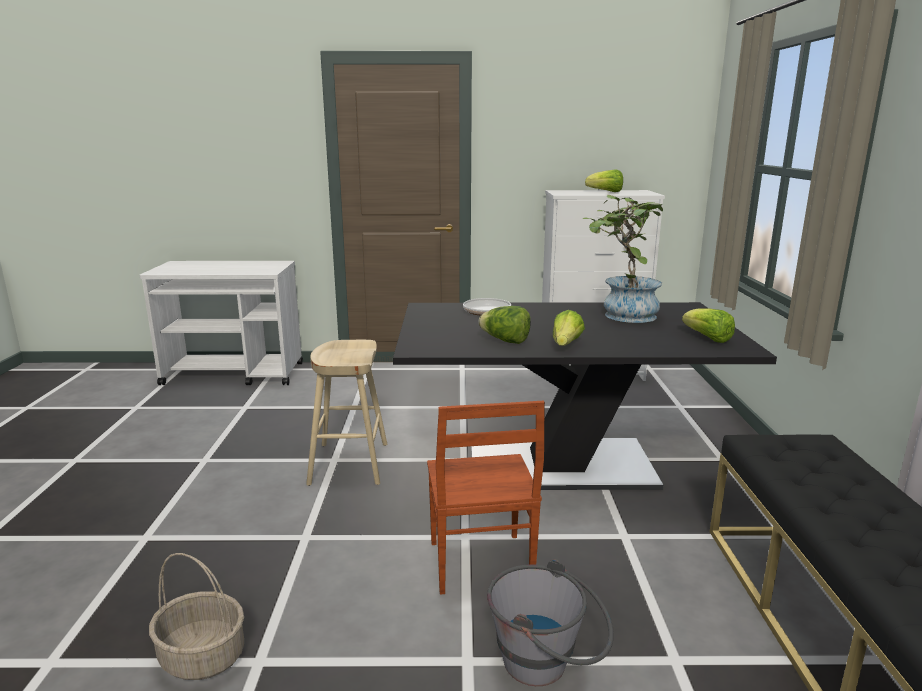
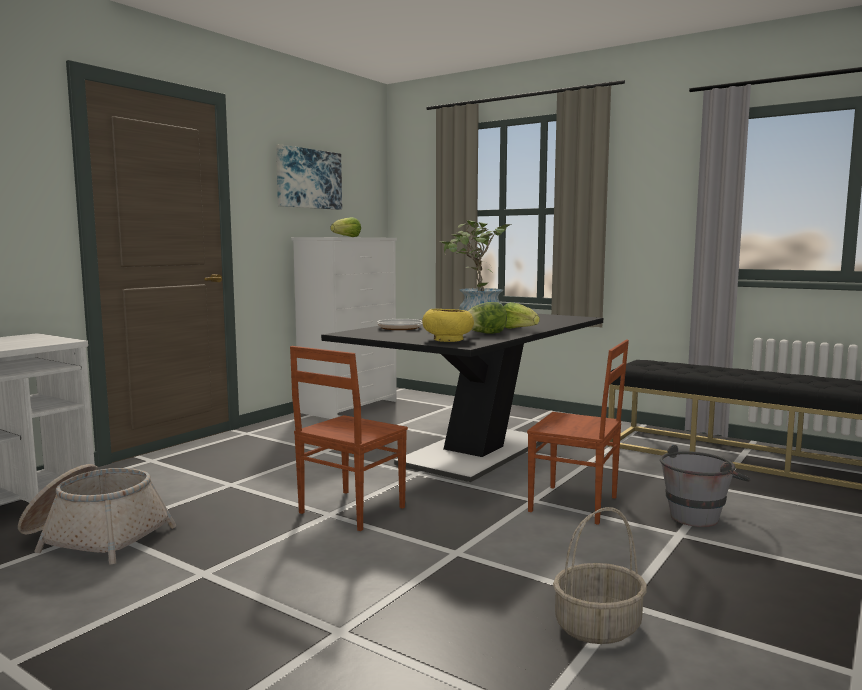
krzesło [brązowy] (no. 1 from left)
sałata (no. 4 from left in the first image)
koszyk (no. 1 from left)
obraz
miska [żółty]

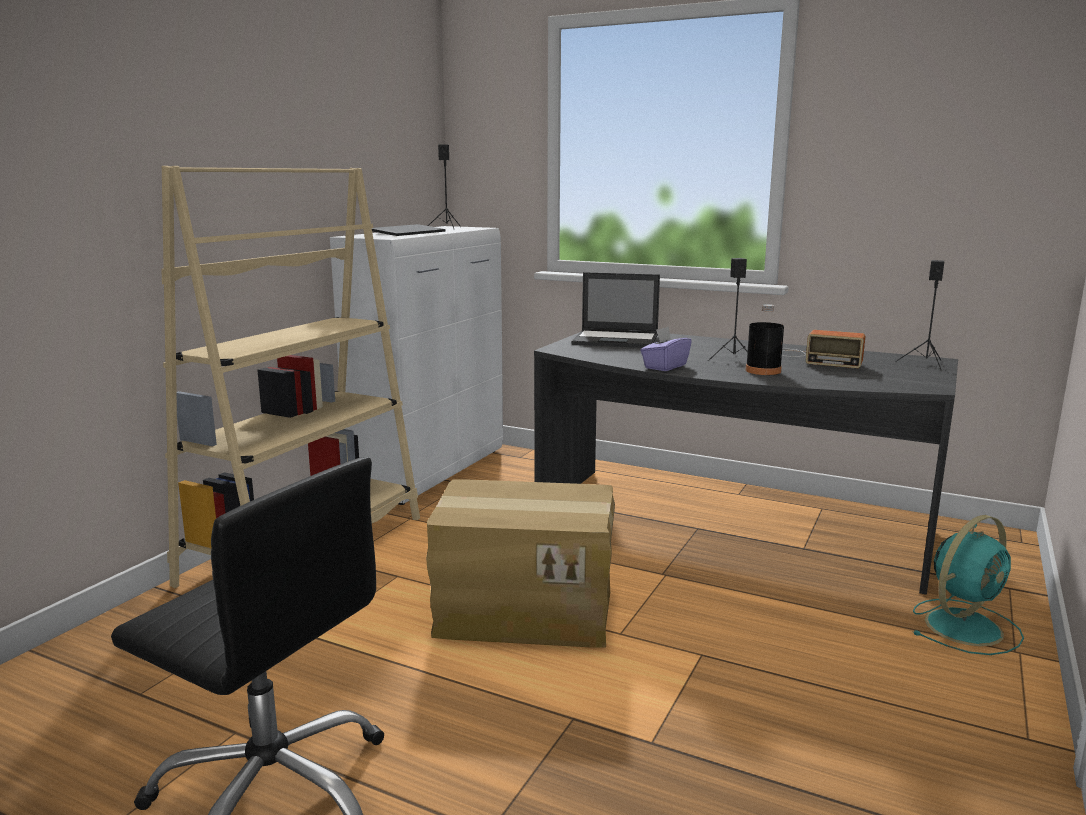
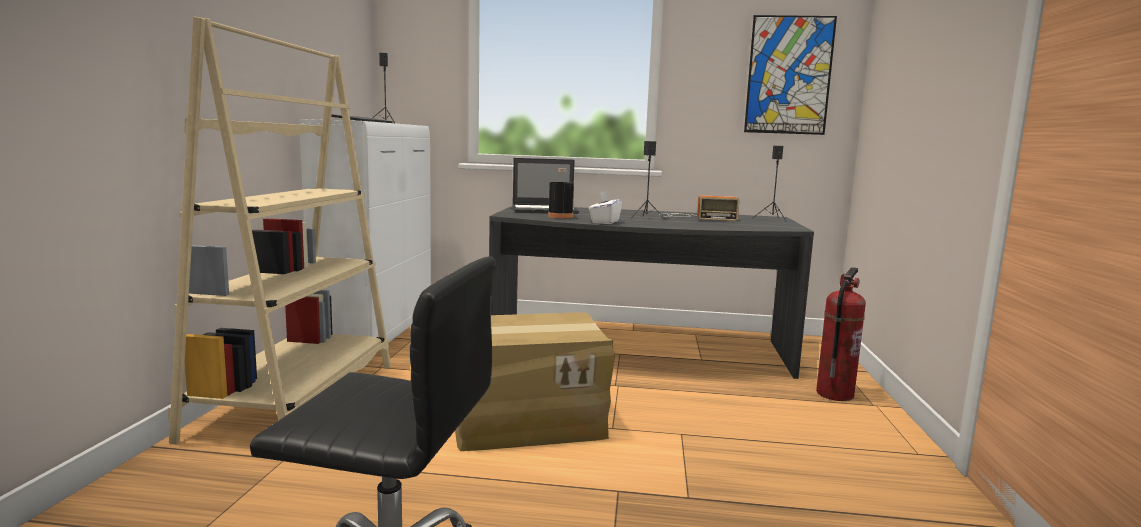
pudełko chusteczek [biały]
butelka [czarny]
gaśnica
obraz

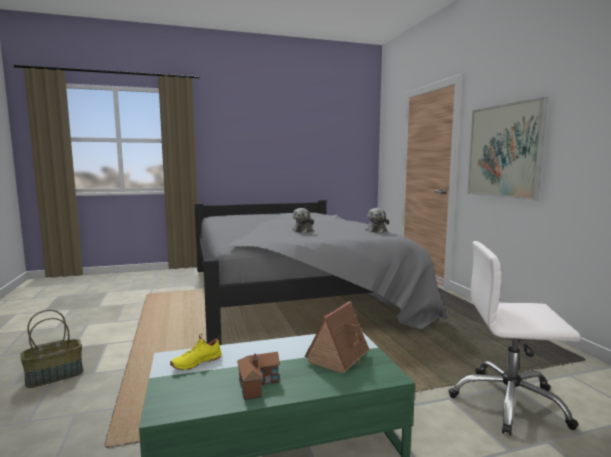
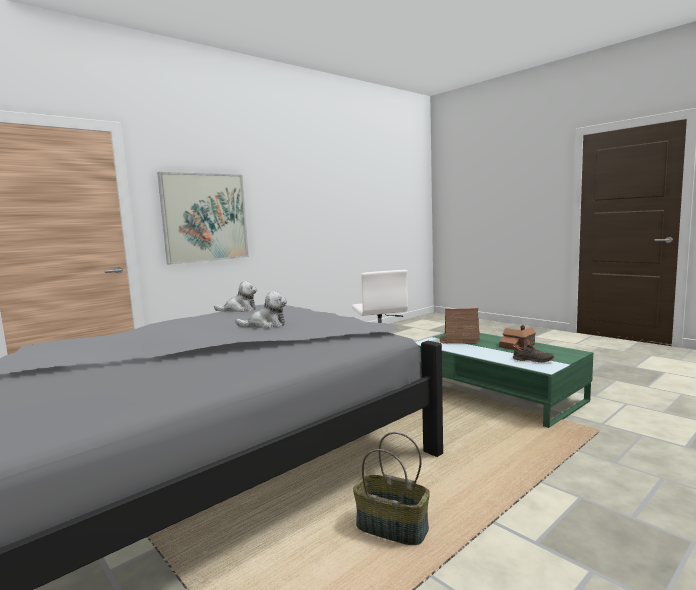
koszyk
but [czarny]

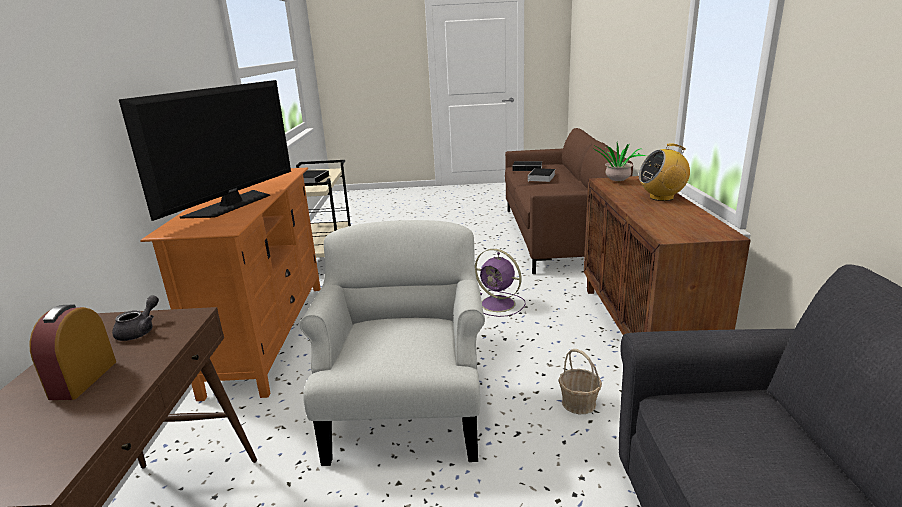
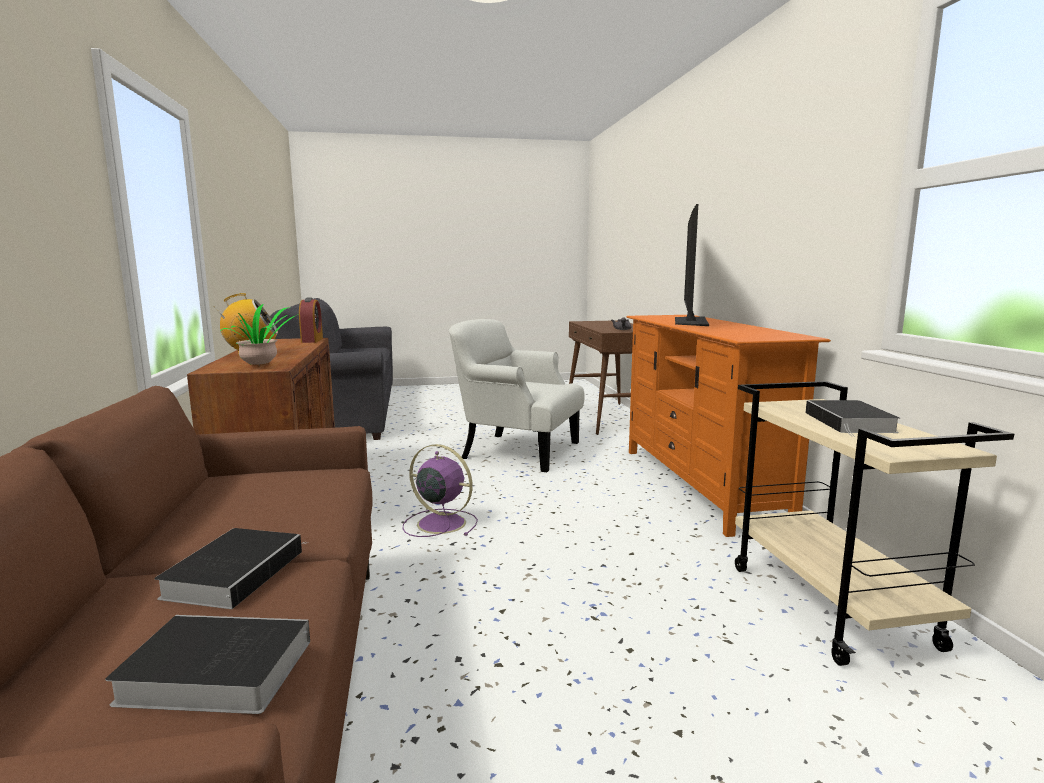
budzik
fotel [biały]
koszyk

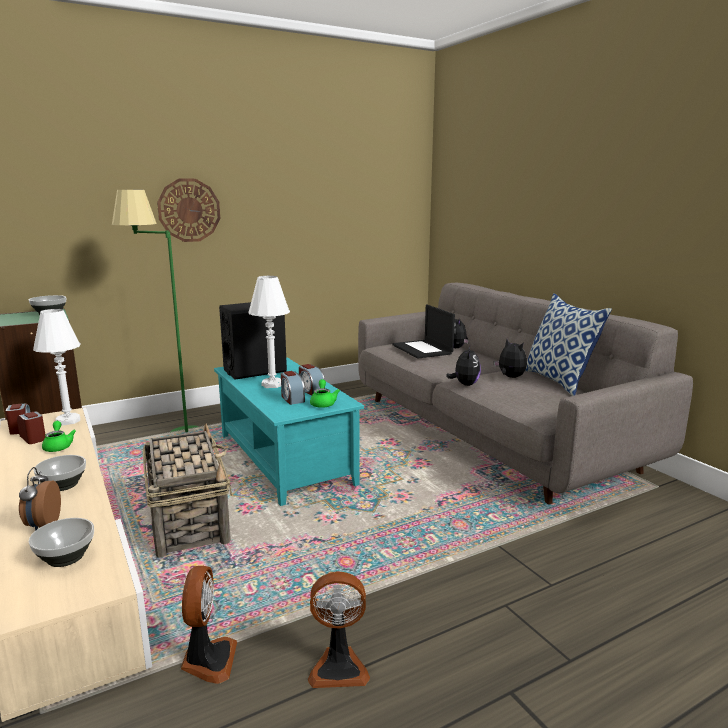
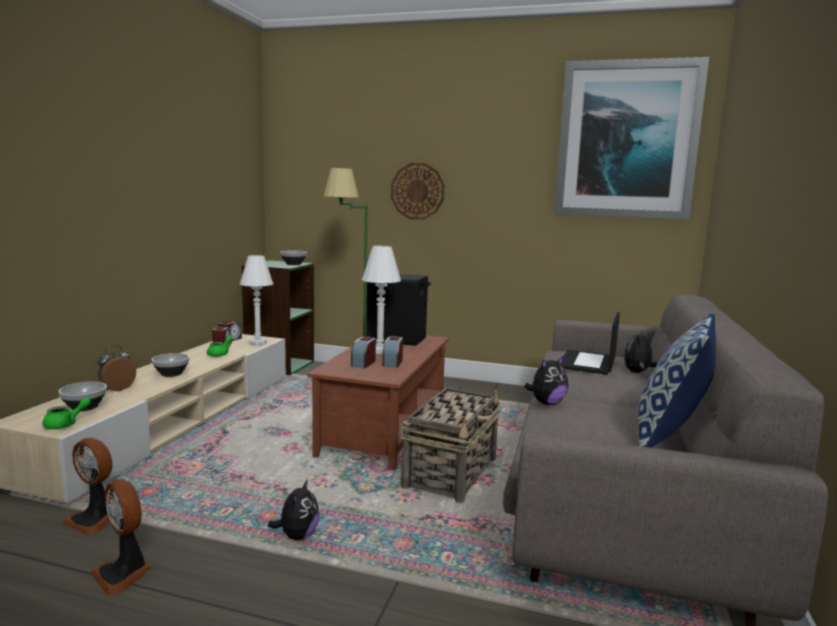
koszyk
wentylator (no. 1 from left)
ława [brązowy]
imbryk [zielony] (no. 1 from left)
pluszak (no. 1 from left)
obraz

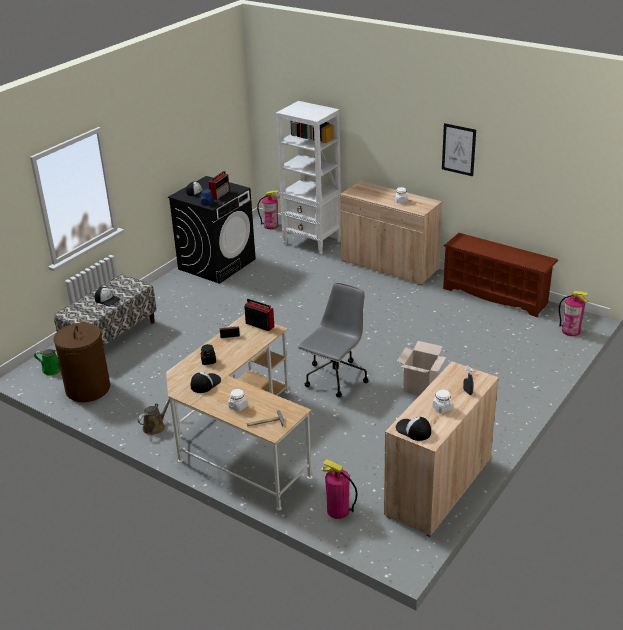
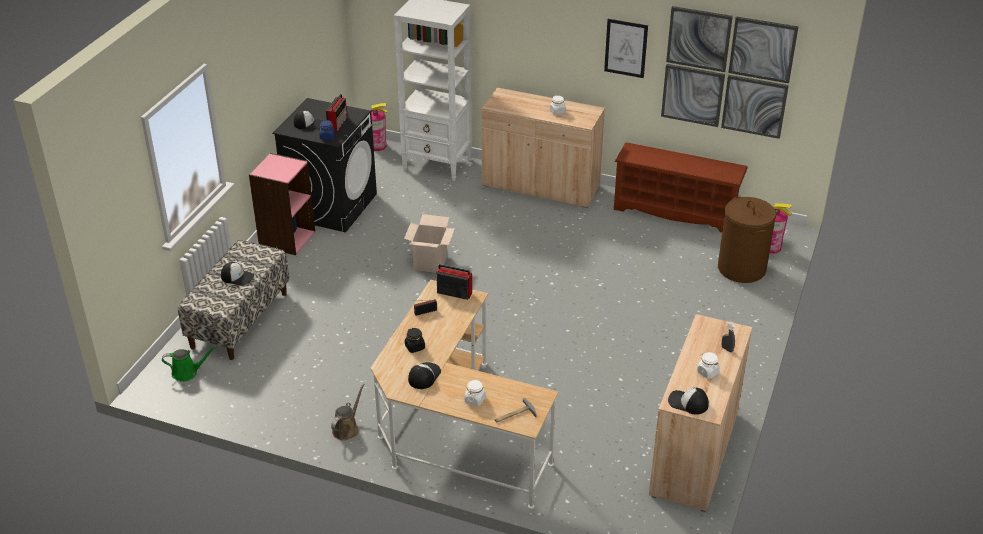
kosz na pranie [brązowy]
krzesło biurowe [szary]
gaśnica (no. 2 from left in the first image)
karton
regał [różowy]
obraz (no. 2 from left)

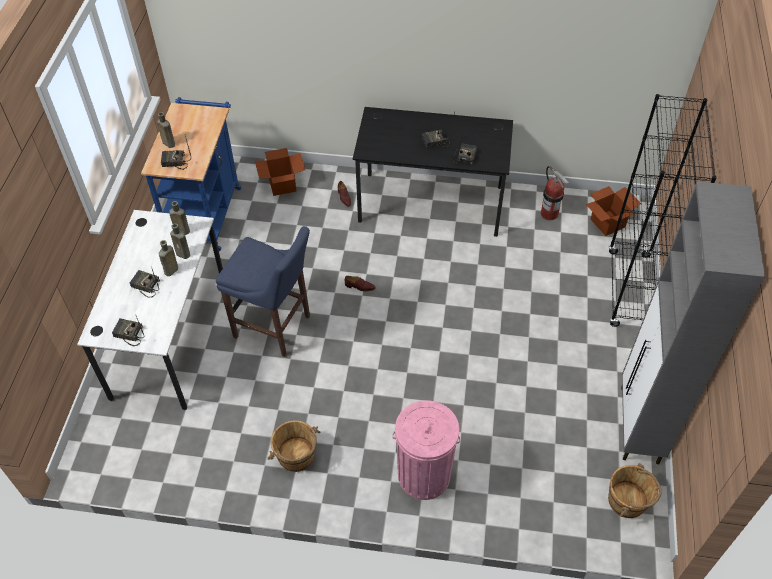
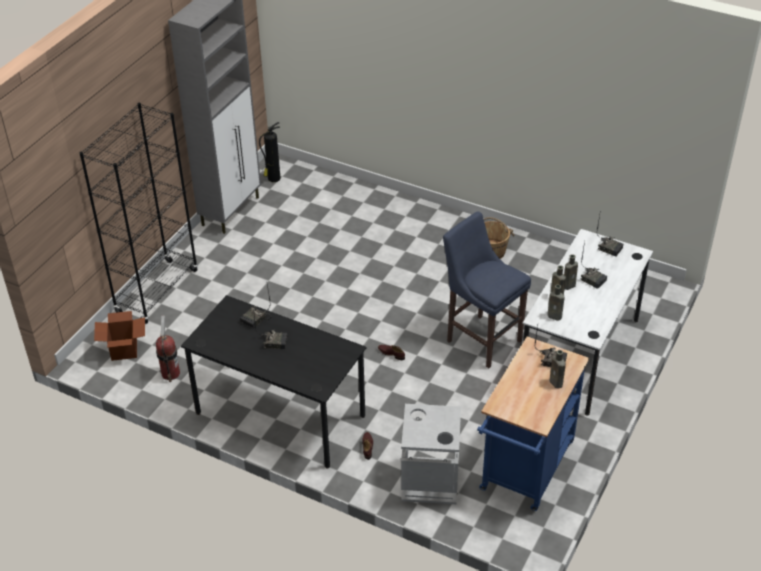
kosz na śmieci [szary]
kosz na śmieci [różowy]
gaśnica (no. 2 from left)

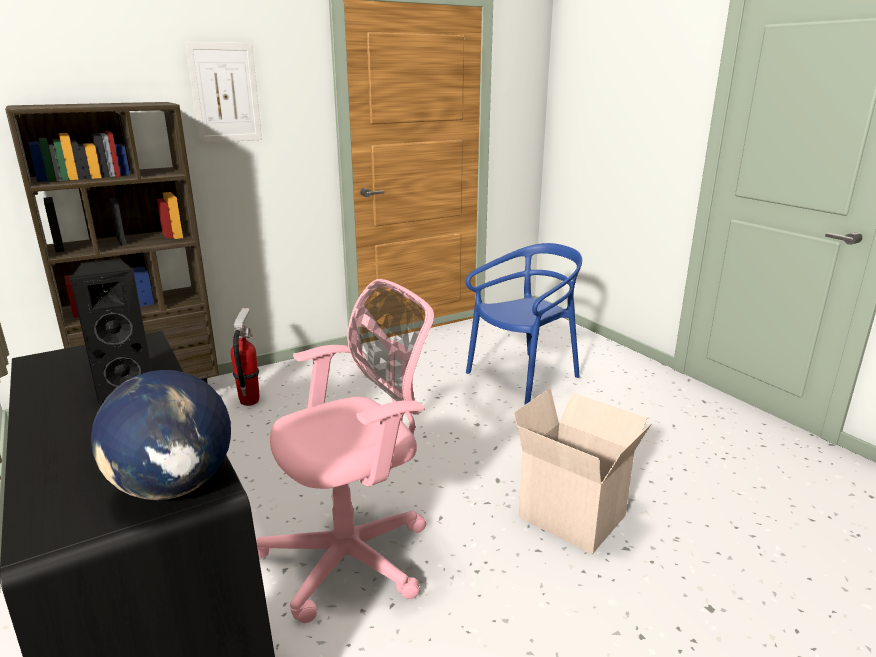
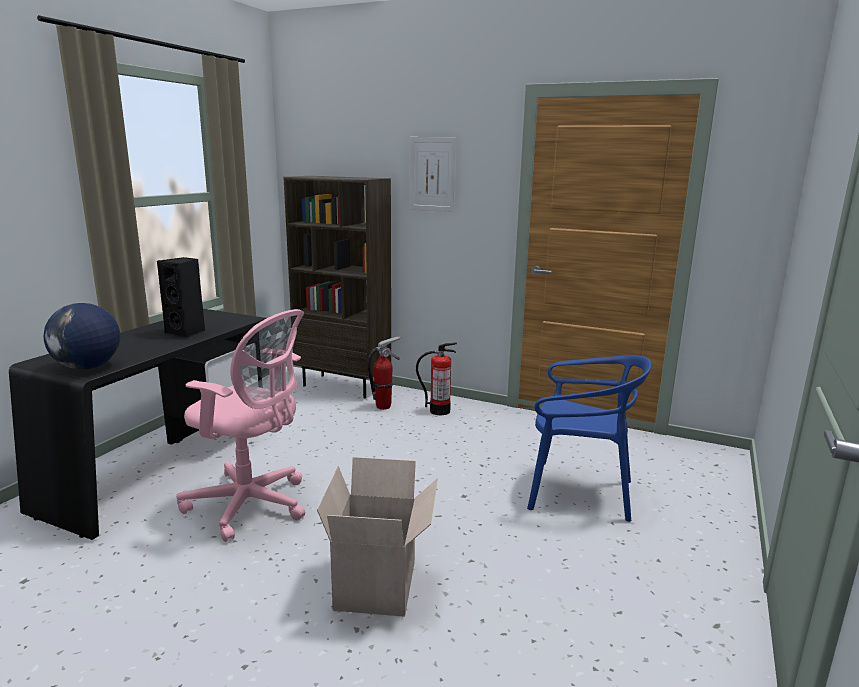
gaśnica (no. 2 from left)

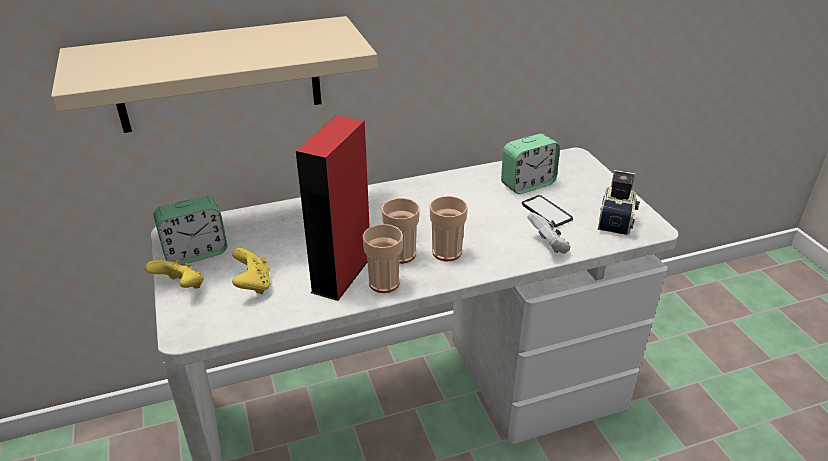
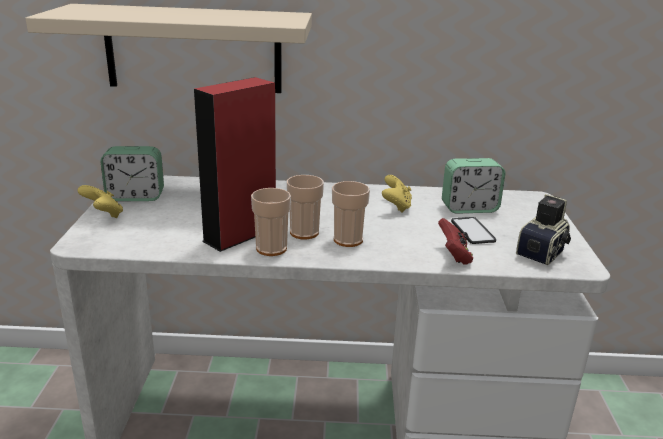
pad do gier [żółty] (no. 2 from left)
pad do gier [czerwony]

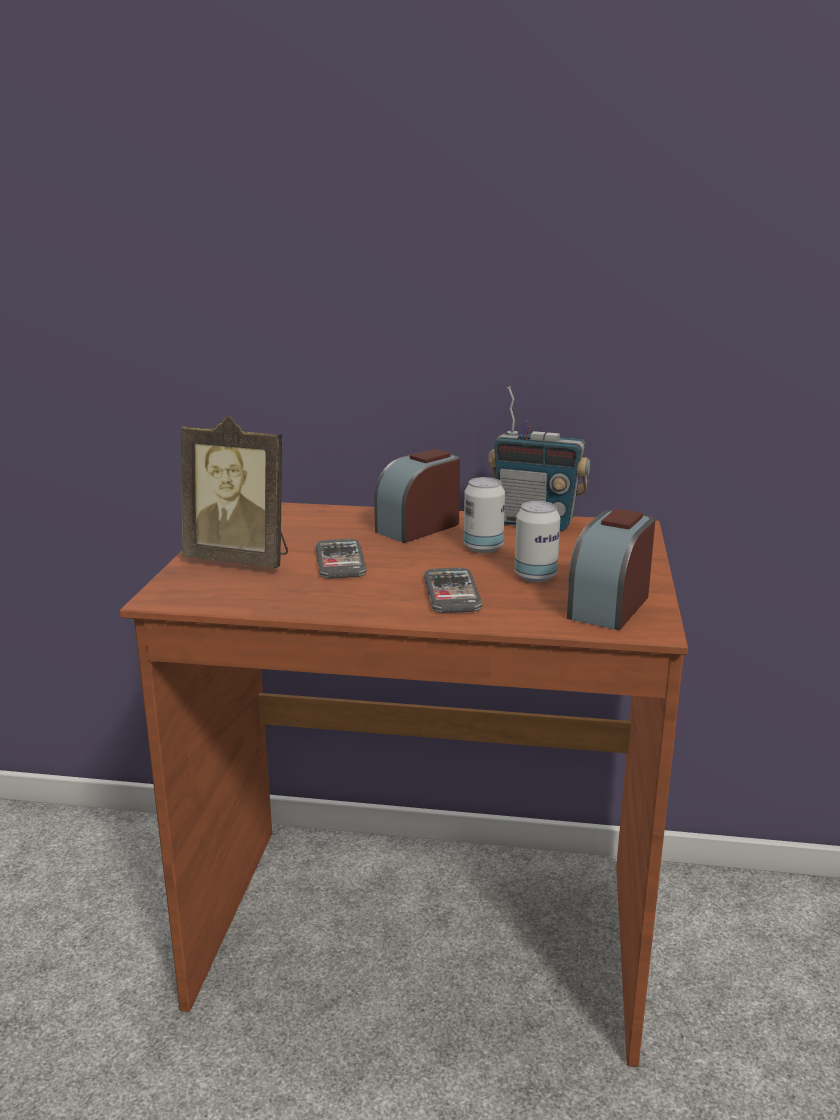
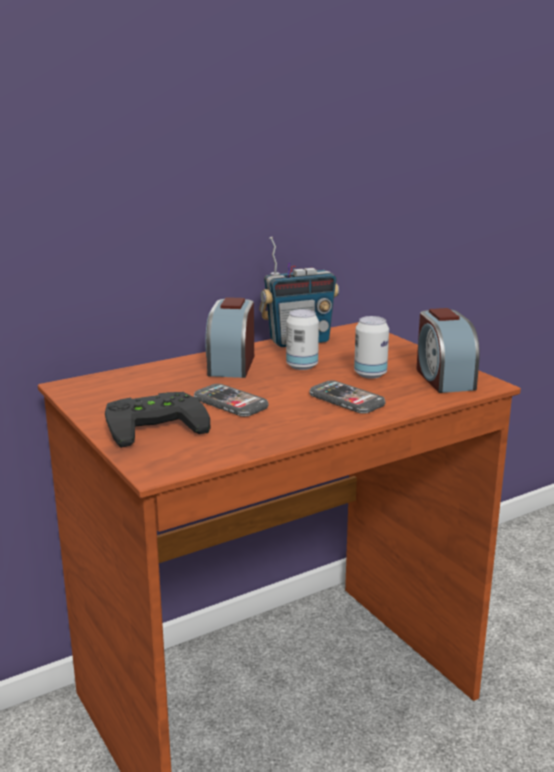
pad do gier [czarny]

